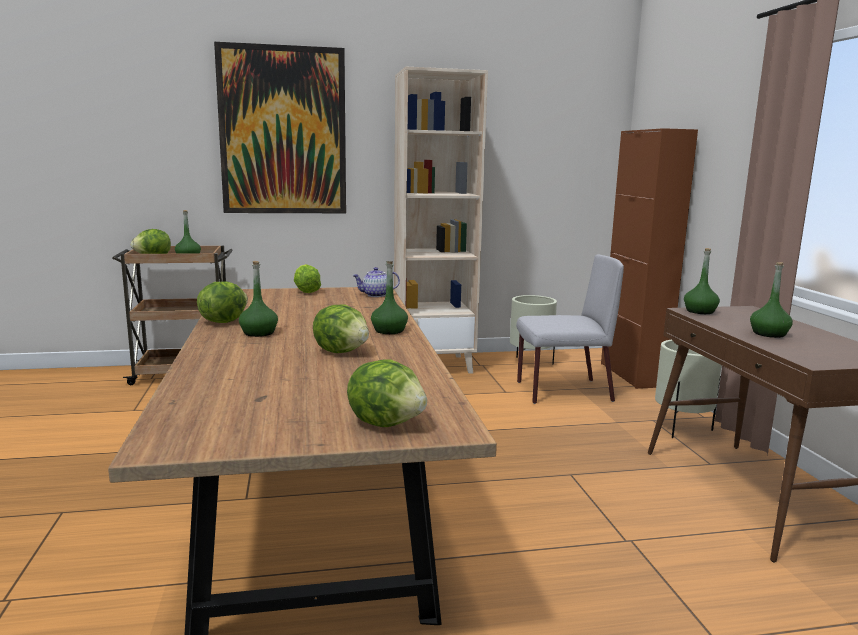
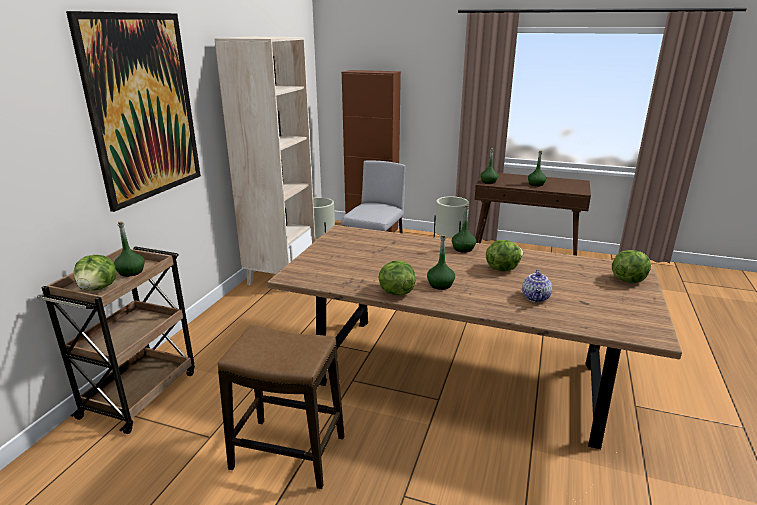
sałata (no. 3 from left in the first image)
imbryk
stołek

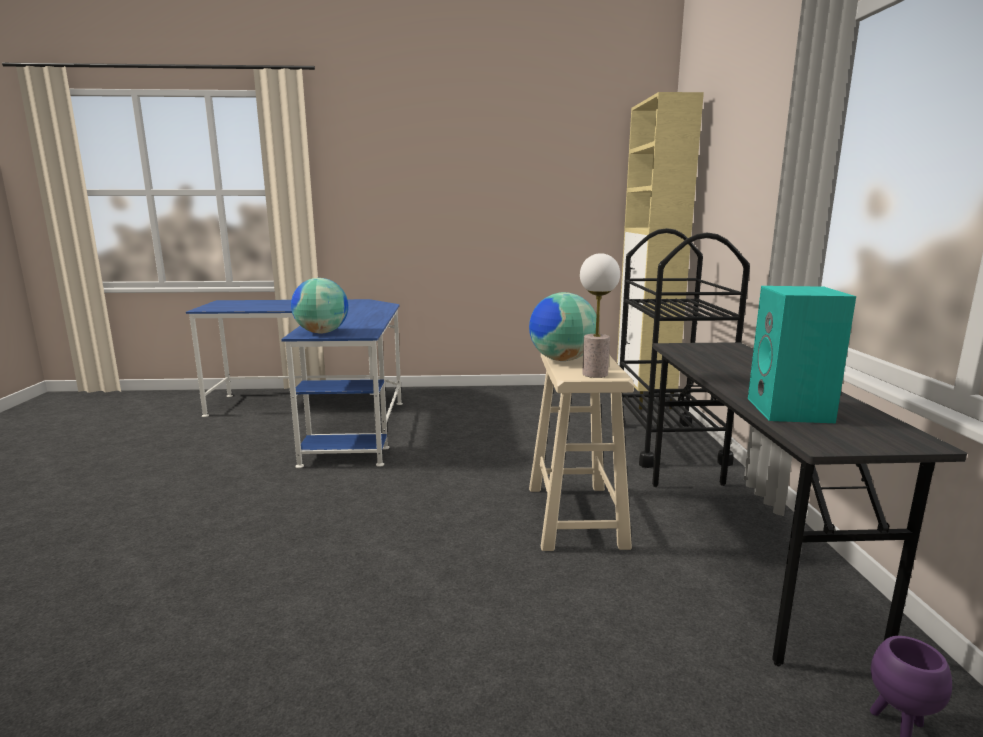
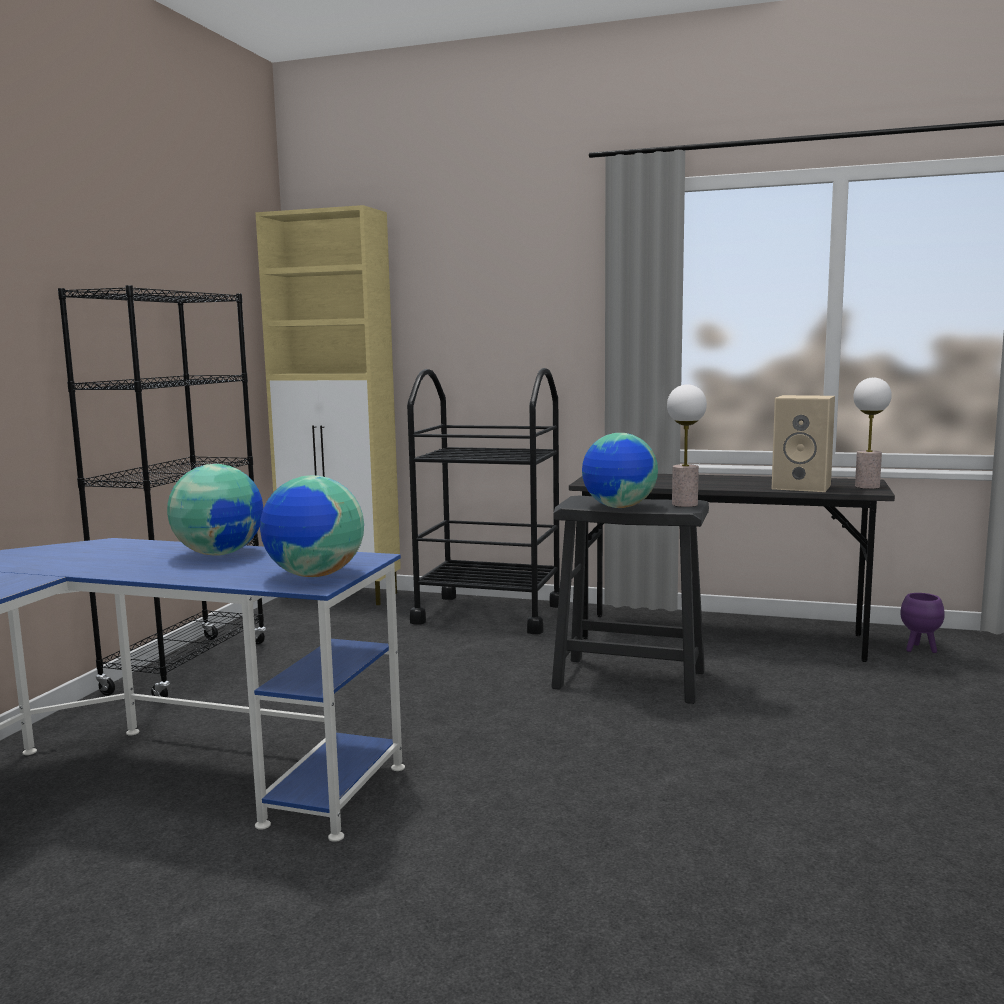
stołek [czarny]
głośnik [beżowy]
regał [czarny]
globus (no. 1 from left)
lampa stołowa (no. 2 from left)

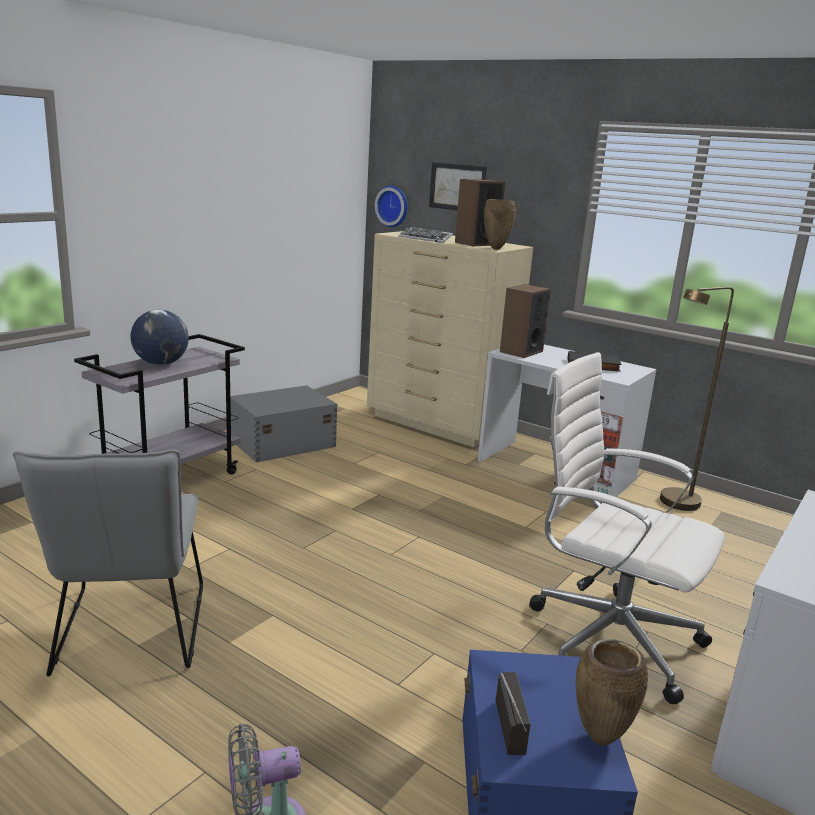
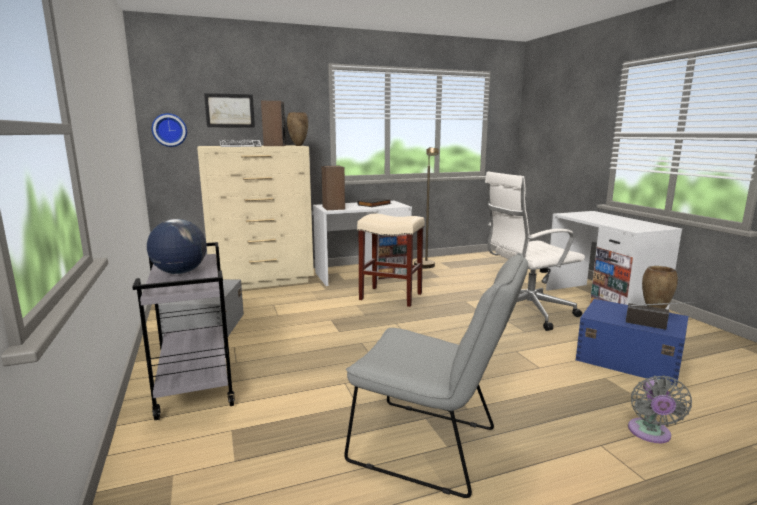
stołek [beżowy]

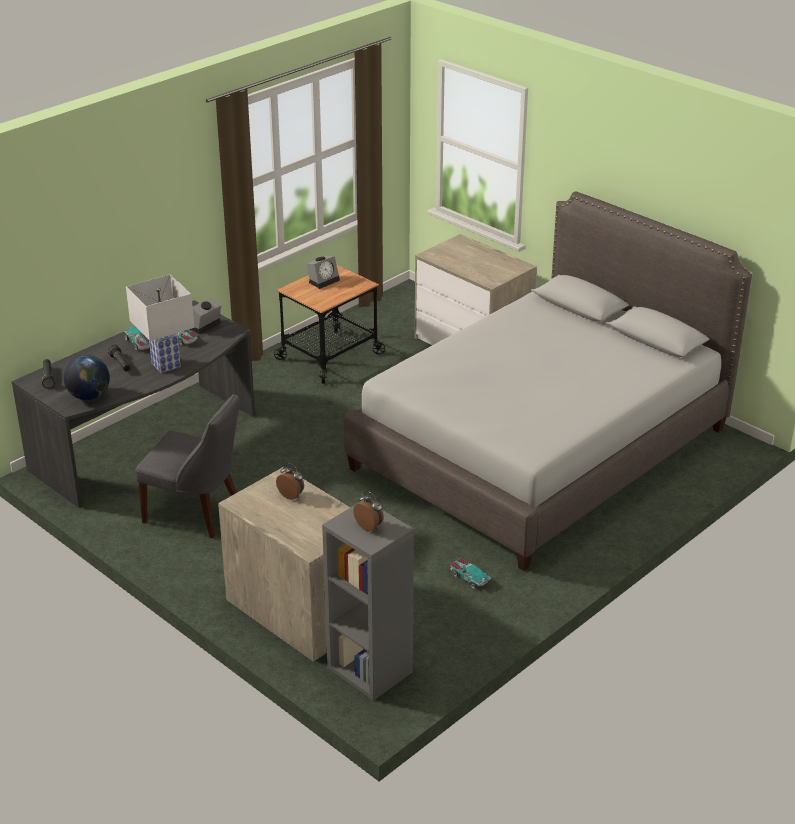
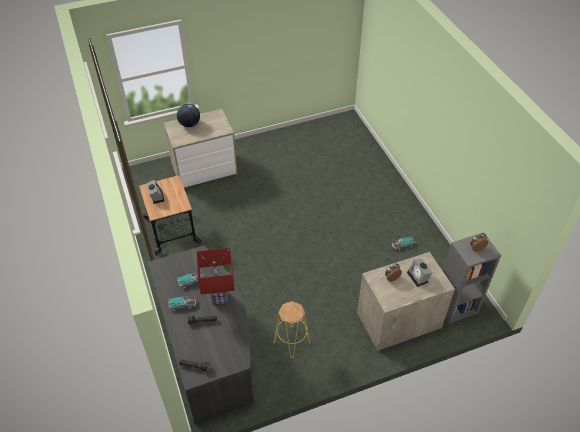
globus
lampa stołowa [czerwony]
stołek [żółty]
budzik (no. 3 from left)
łóżko [szary]

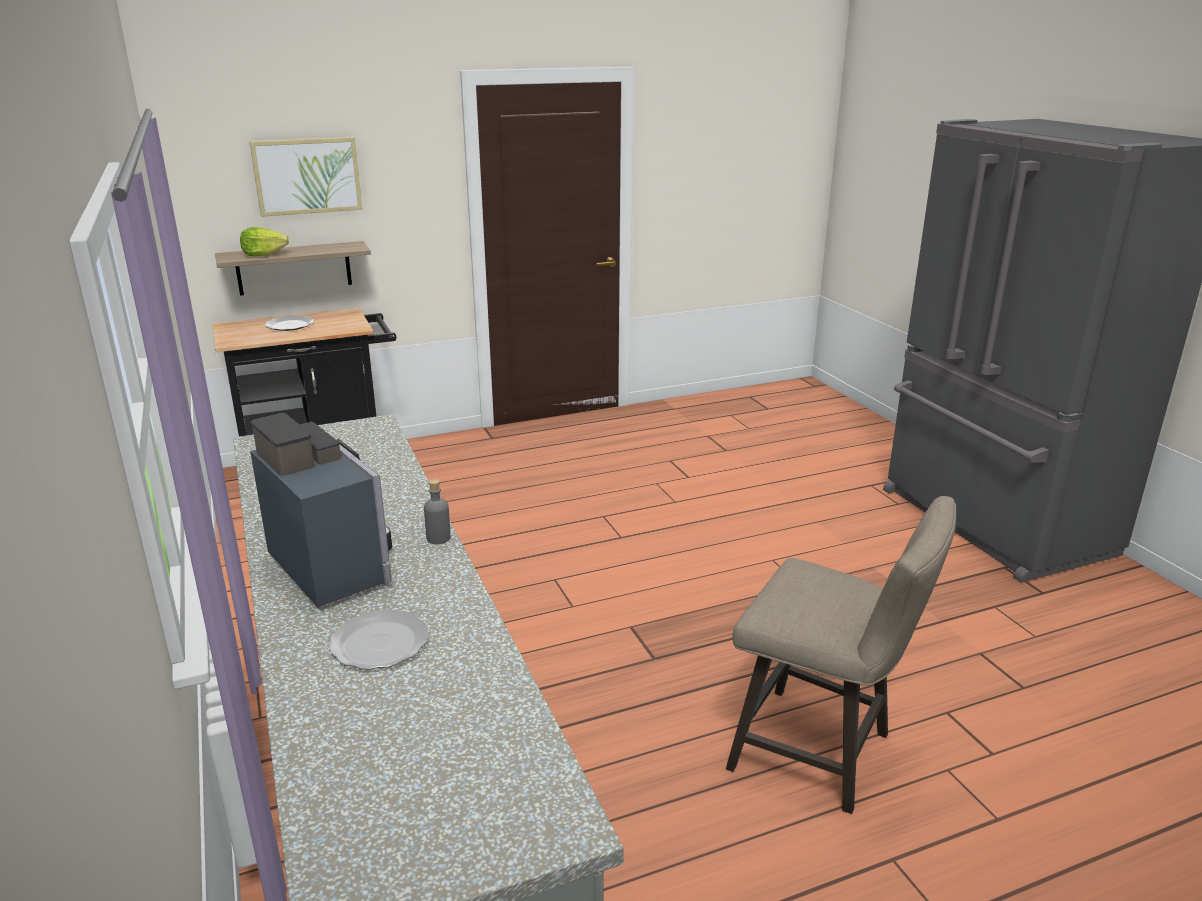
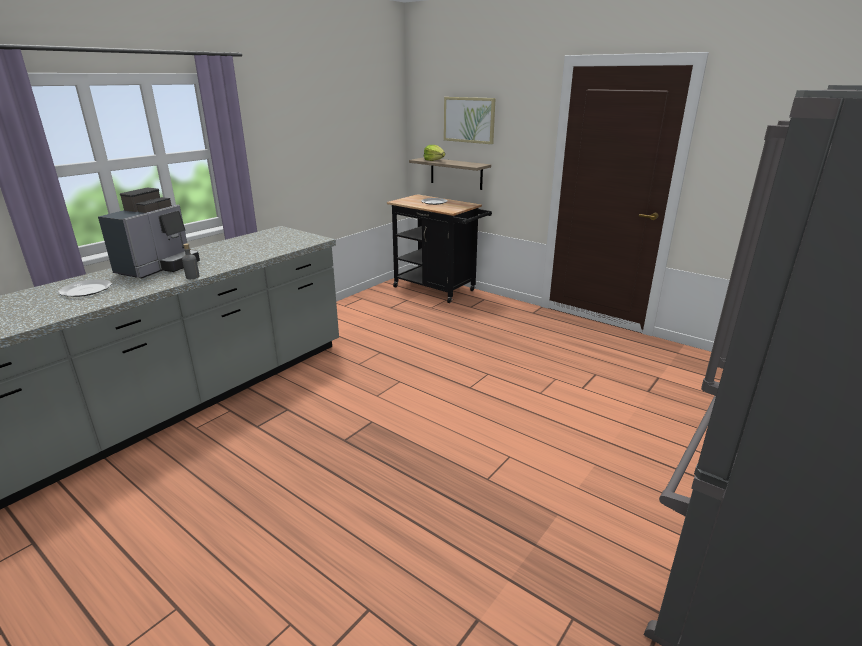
stołek [beżowy]

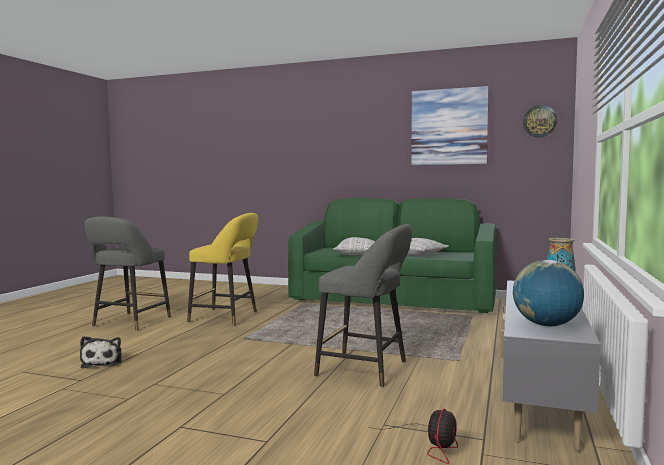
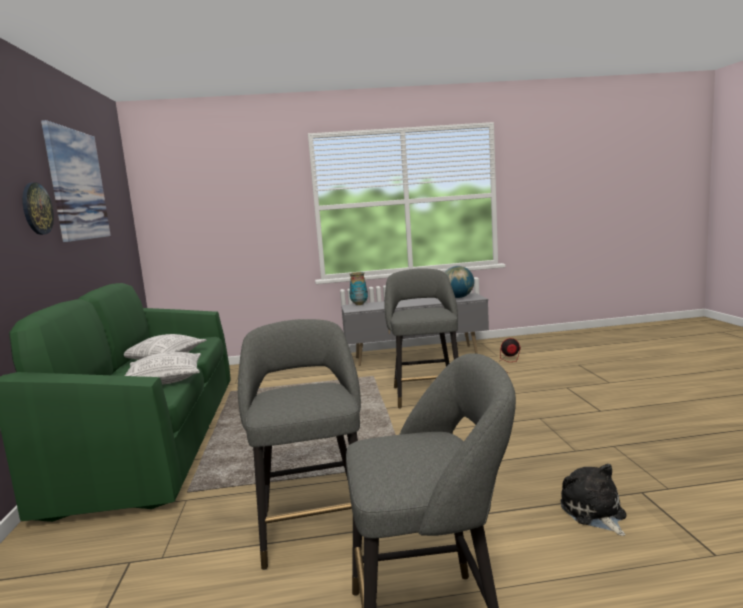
pluszak
stołek [szary] (no. 1 from left)
zegar ścienny

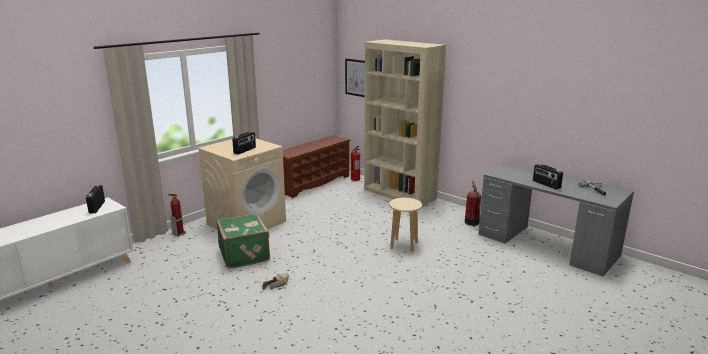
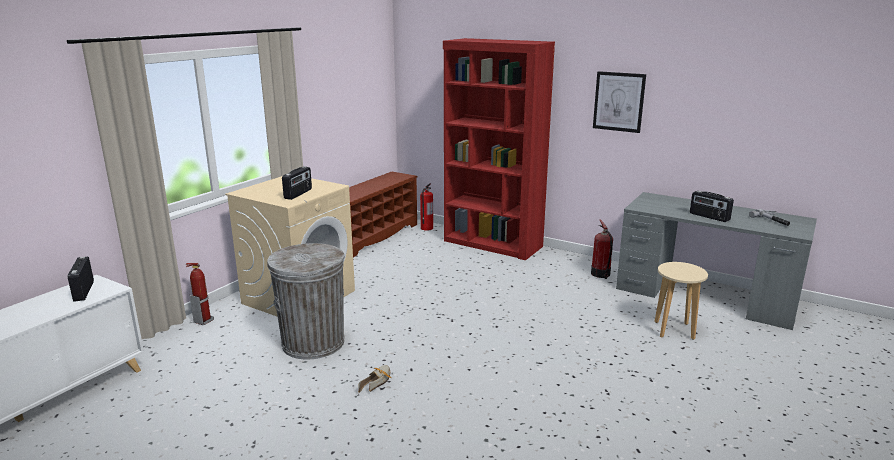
kosz na śmieci [szary]
obraz
regał [czerwony]
stołek [beżowy]

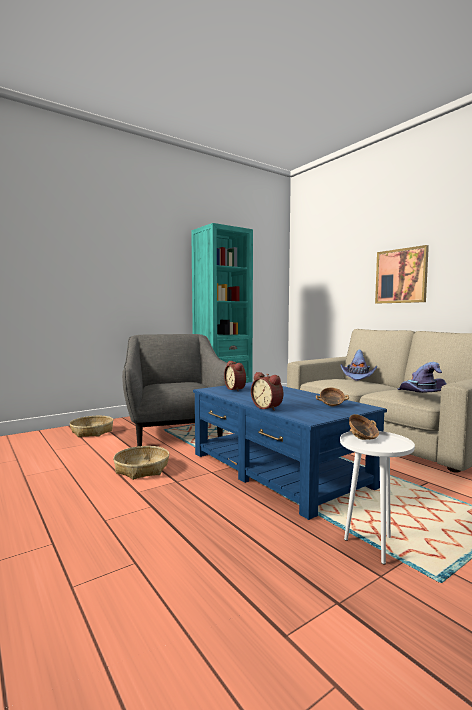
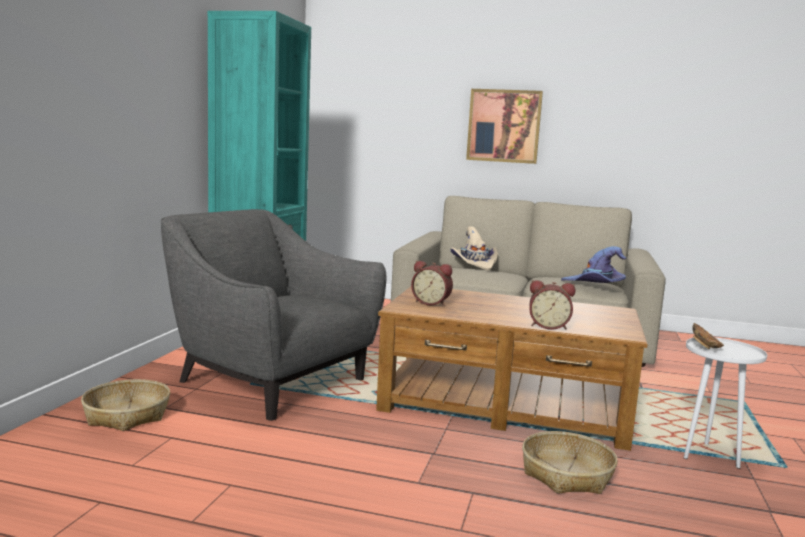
koszyk (no. 2 from left)
ława [brązowy]
miska (no. 1 from left in the first image)
kapelusz [beżowy]

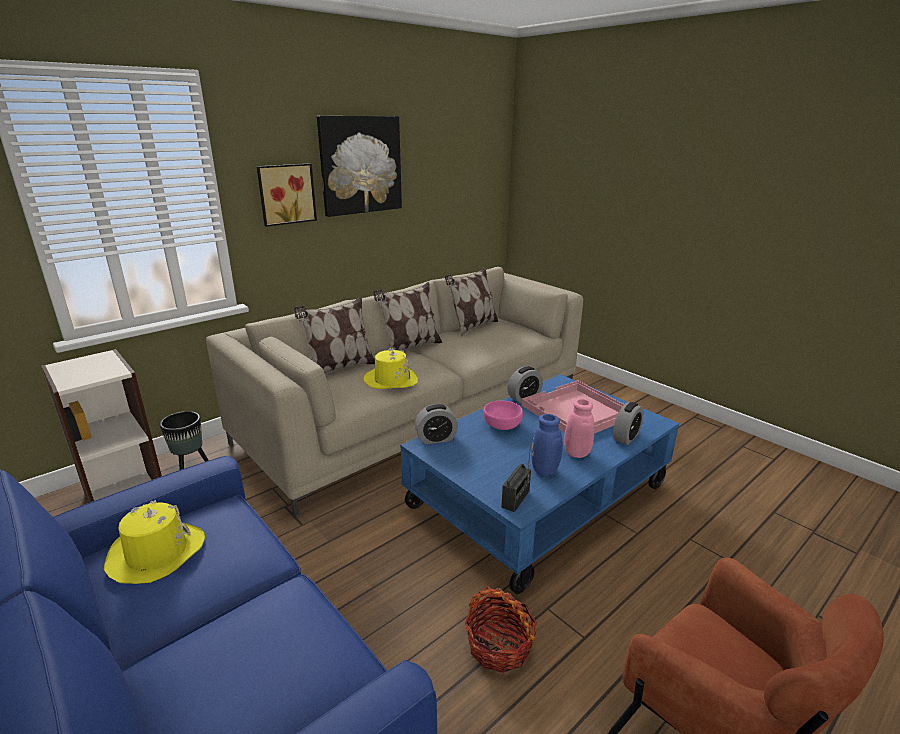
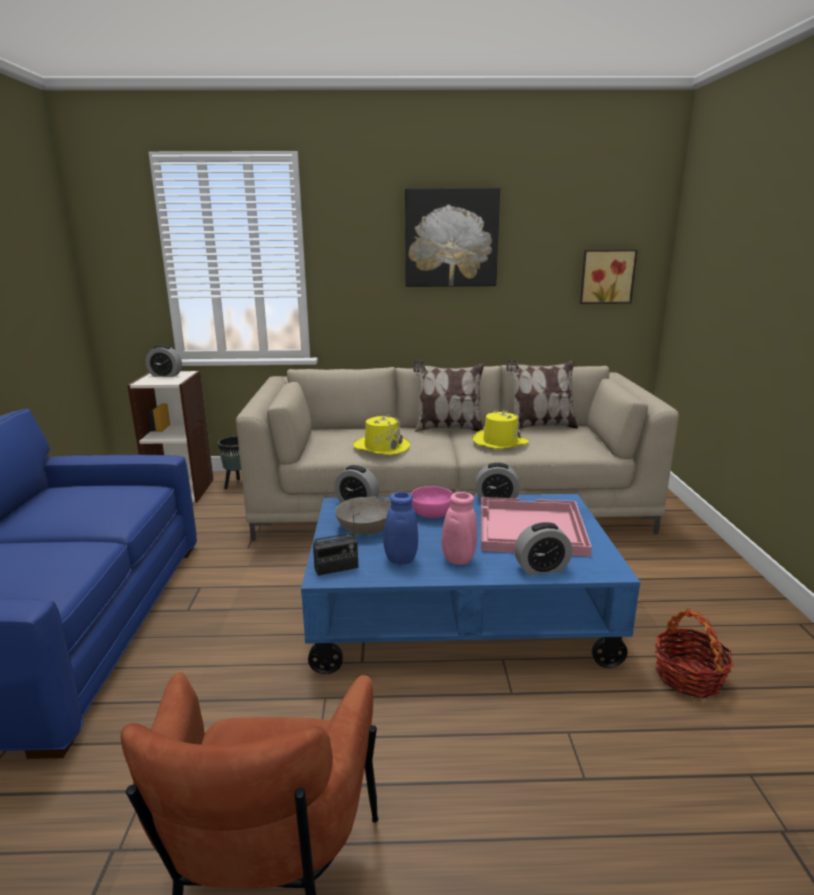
kapelusz [żółty] (no. 2 from left)
obraz (no. 2 from left)
poduszka (no. 1 from left in the first image)
koszyk
budzik (no. 1 from left)
miska [szary]

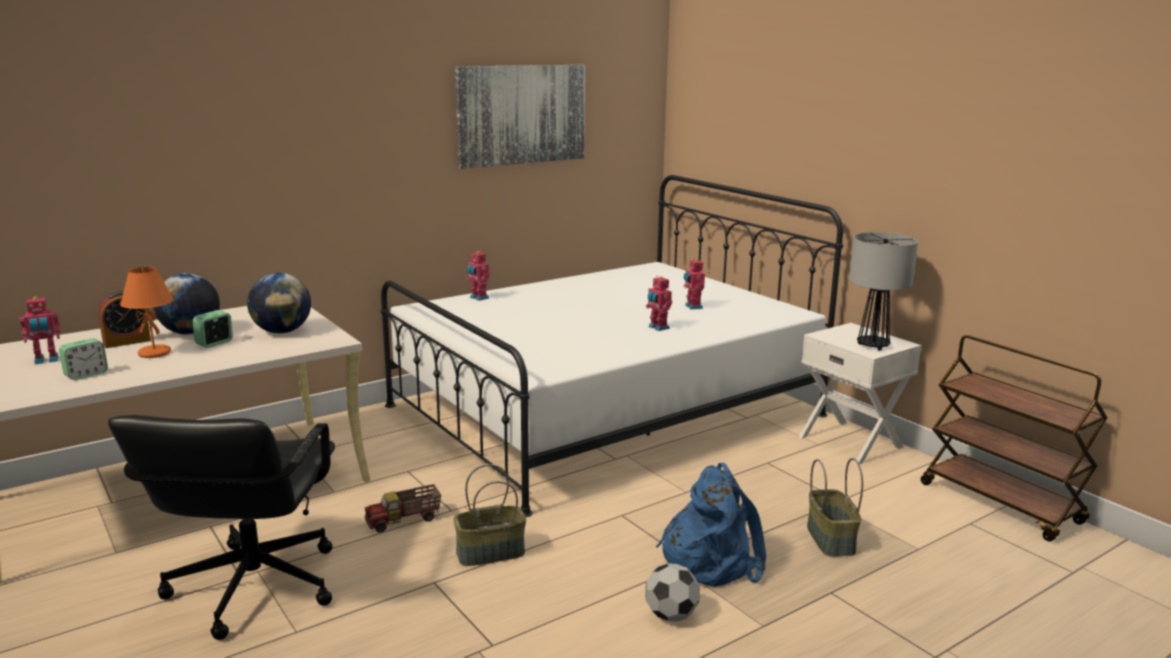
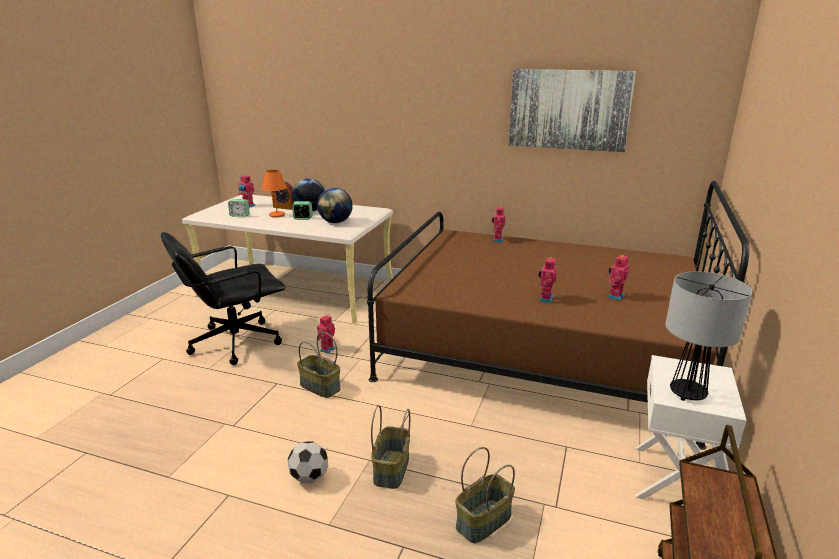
robot zabawkowy (no. 2 from left)
łóżko [brązowy]
koszyk (no. 2 from left)

